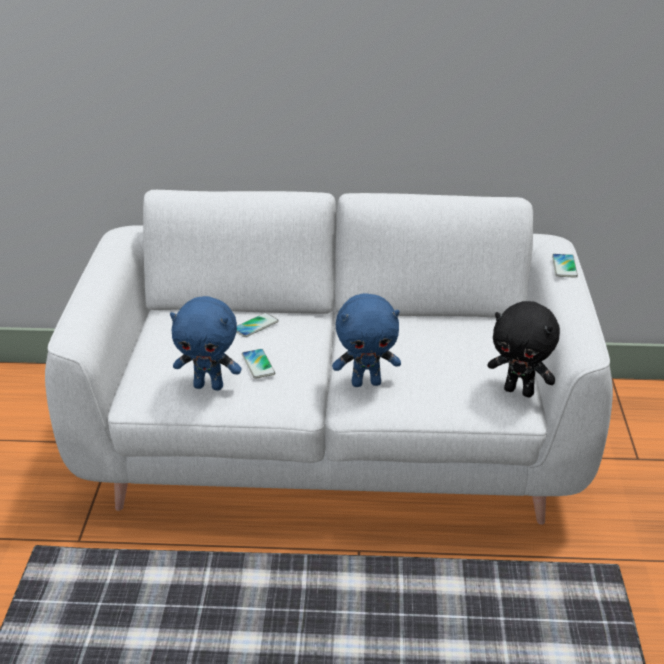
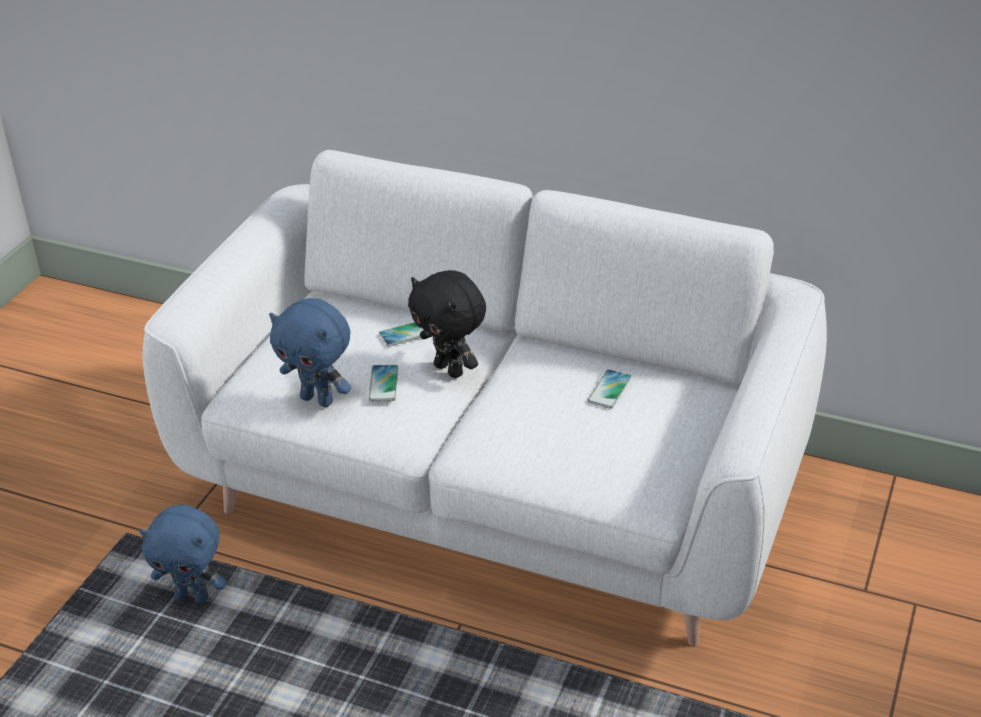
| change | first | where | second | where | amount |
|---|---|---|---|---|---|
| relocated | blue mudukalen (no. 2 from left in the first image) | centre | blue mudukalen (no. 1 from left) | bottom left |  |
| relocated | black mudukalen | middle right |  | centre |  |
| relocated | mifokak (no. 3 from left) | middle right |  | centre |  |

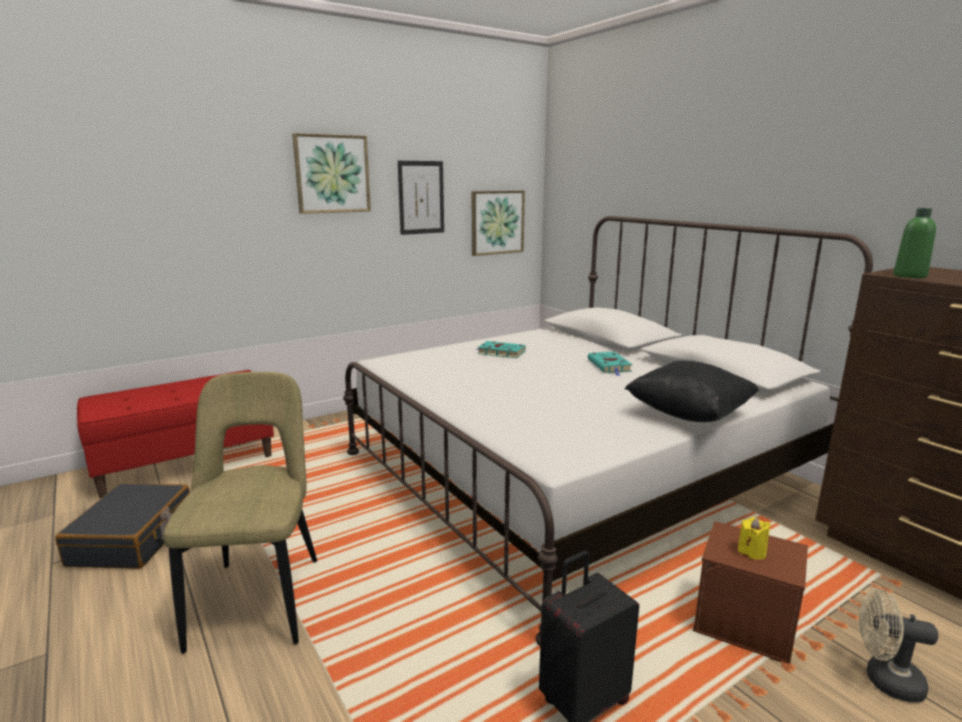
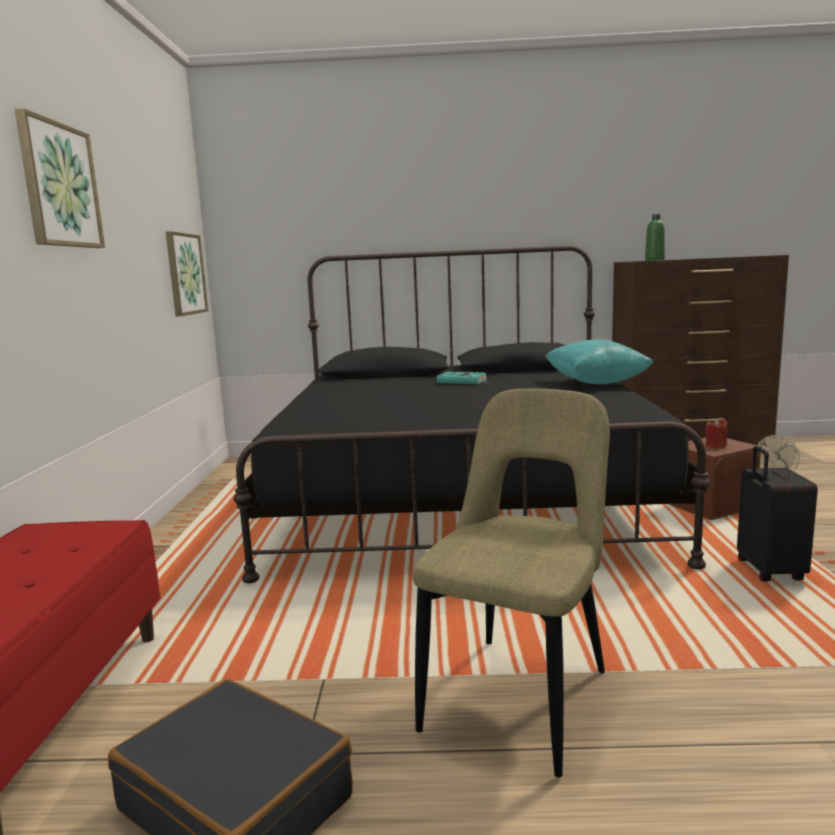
| change | first | where | second | where | amount |
|---|---|---|---|---|---|
| colour | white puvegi | centre | black puvegi | centre |  |
| spun | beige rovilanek | bottom left |  | bottom centre | 90 degrees clockwise |
| colour | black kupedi | middle right | turquoise kupedi | middle right |  |
| colour | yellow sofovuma | bottom right | red sofovuma | middle right |  |
| missing | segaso (no. 2 from left) | top centre |  |  |  |
| missing | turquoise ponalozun (no. 1 from left) | centre |  |  |  |

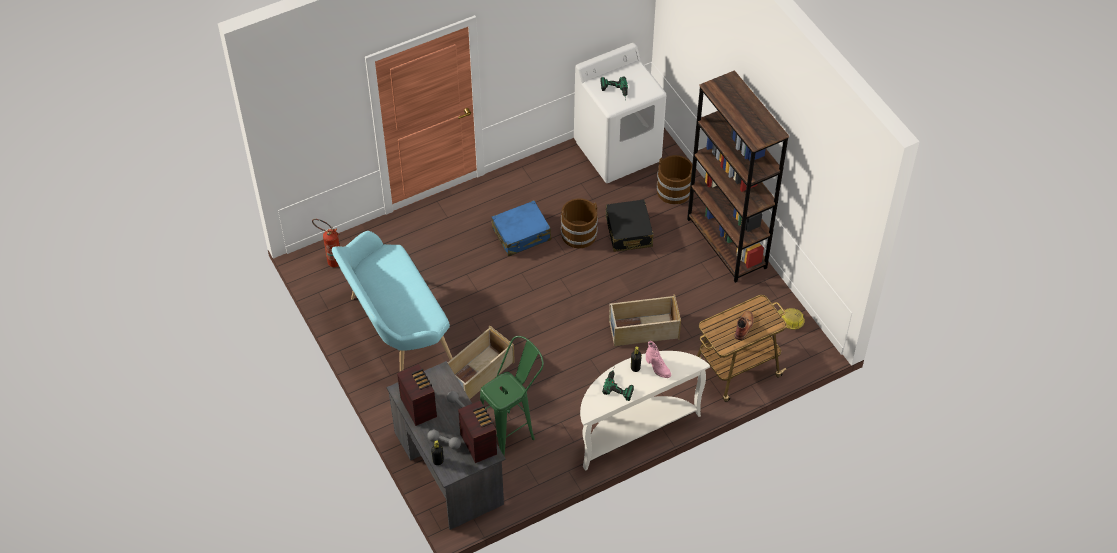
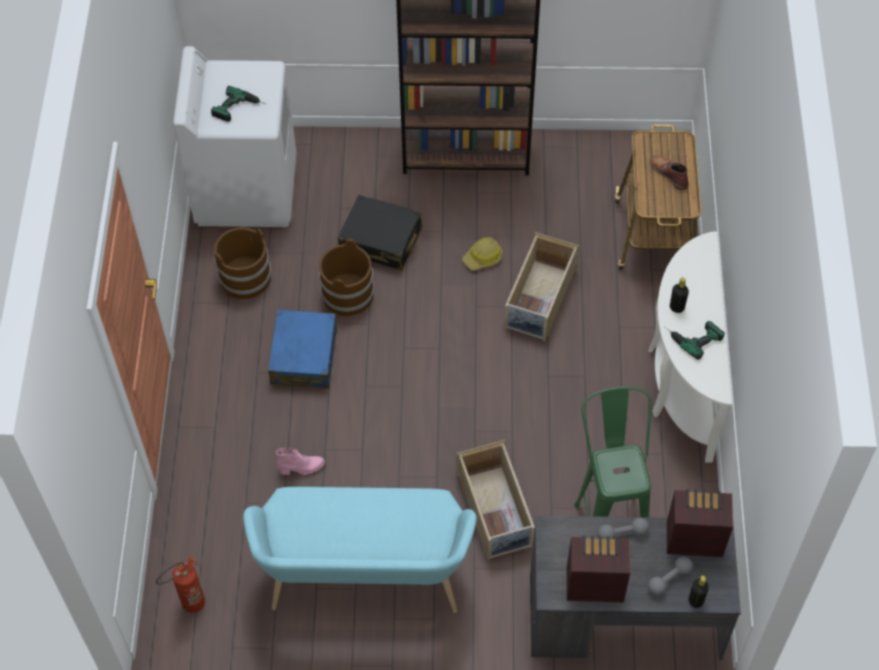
| change | first | where | second | where | amount |
|---|---|---|---|---|---|
| relocated | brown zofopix (no. 2 from left in the first image) | top centre | brown zofopix (no. 1 from left) | middle left |  |
| relocated | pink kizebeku | centre |  | bottom centre |  |
| relocated | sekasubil | middle right |  | centre |  |

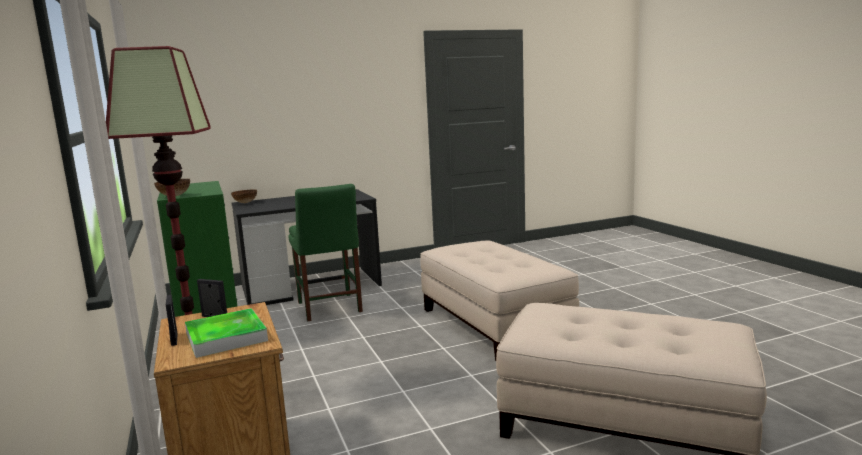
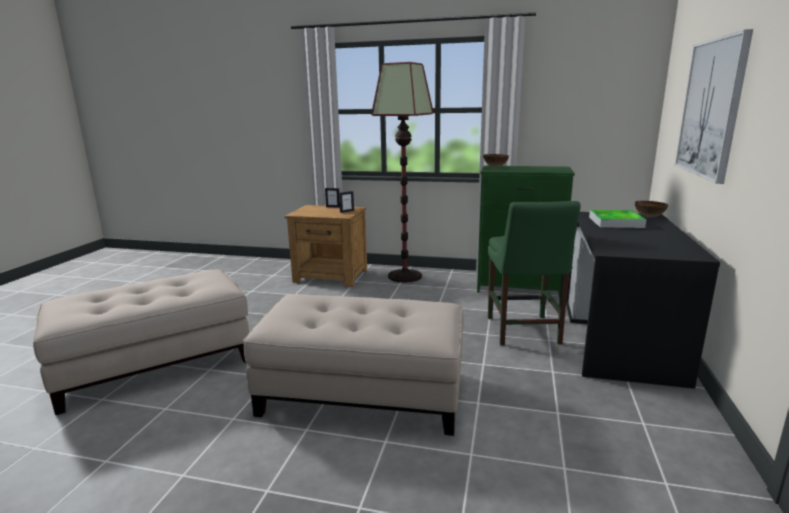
| change | first | where | second | where | amount |
|---|---|---|---|---|---|
| spun | green rovilanek | centre |  | middle right | 105 degrees counterclockwise |
| relocated | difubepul | bottom left |  | middle right |  |
| appeared |  |  | segaso | top right |  |

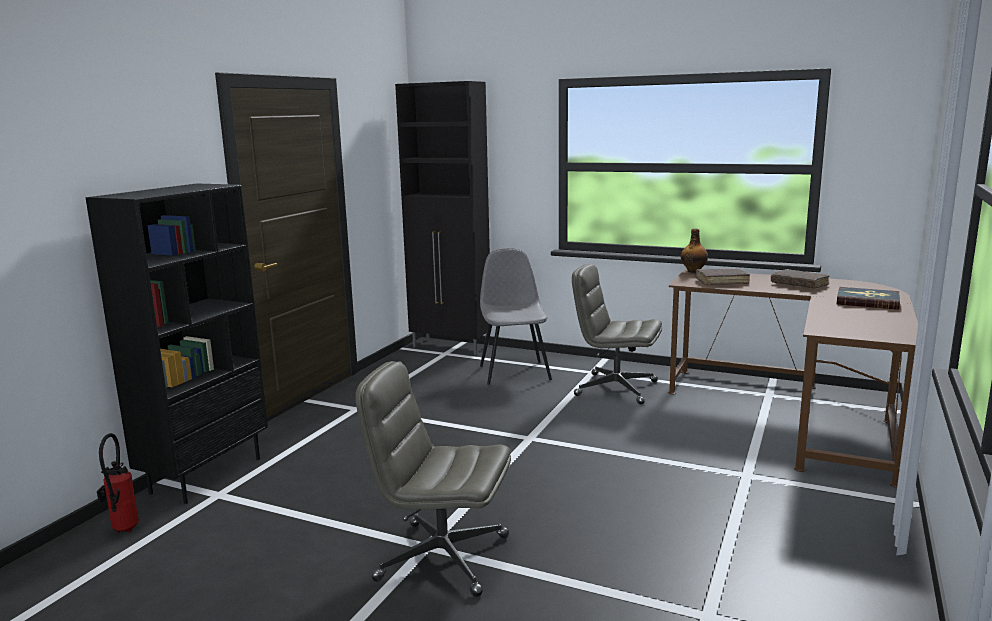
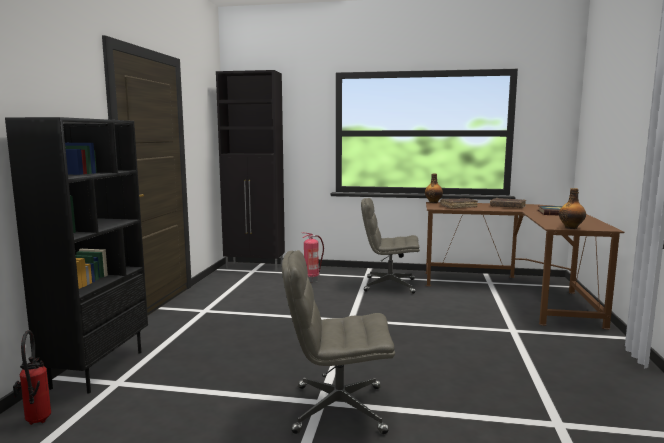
| change | first | where | second | where | amount |
|---|---|---|---|---|---|
| exchanged | grey rovilanek | centre | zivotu (no. 2 from left) | centre |  |
| appeared |  |  | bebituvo (no. 2 from left) | middle right |  |

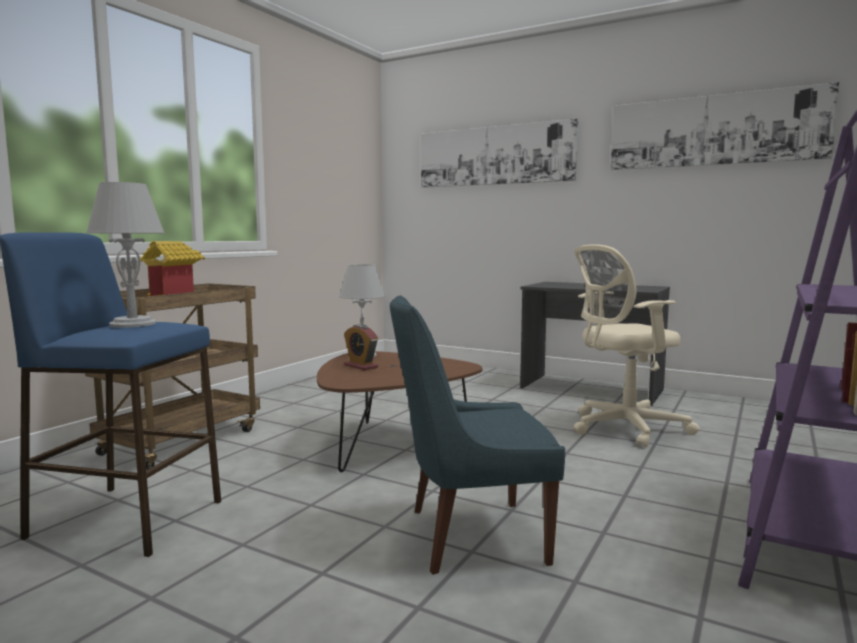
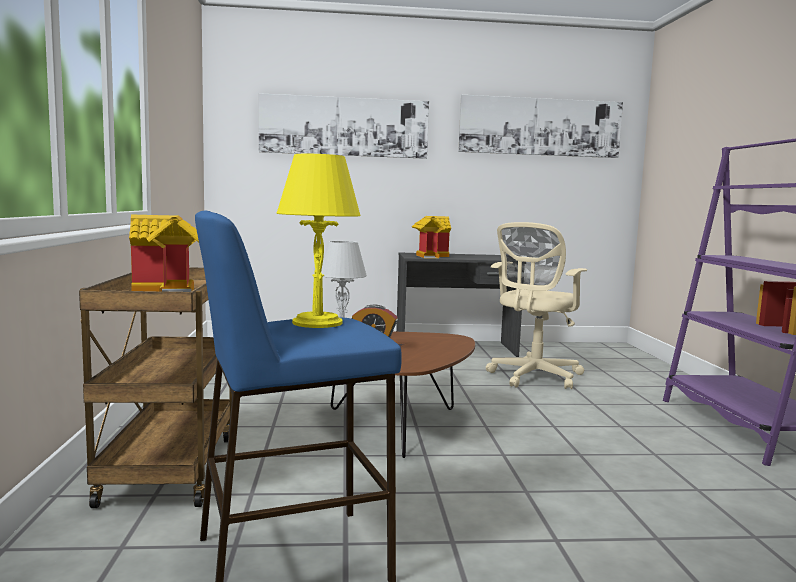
| change | first | where | second | where | amount |
|---|---|---|---|---|---|
| colour | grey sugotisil (no. 1 from left) | middle left | yellow sugotisil | centre |  |
| appeared |  |  | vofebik (no. 2 from left) | centre |  |
| missing | blue rovilanek | bottom centre |  |  |  |

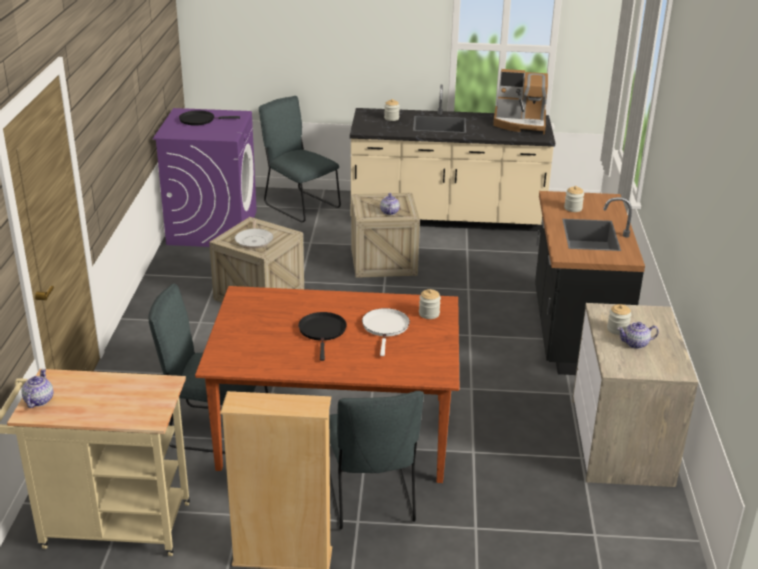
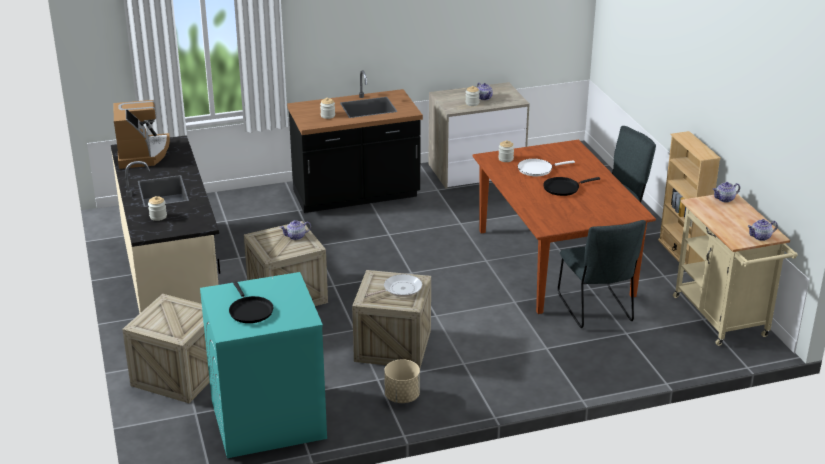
| change | first | where | second | where | amount |
|---|---|---|---|---|---|
| exchanged | grey rovilanek (no. 2 from left) | top centre | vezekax (no. 1 from left) | bottom left |  |
| colour | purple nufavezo | top left | turquoise nufavezo | bottom left |  |
| appeared |  |  | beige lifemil | bottom centre |  |
| appeared |  |  | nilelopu (no. 3 from left) | middle right |  |

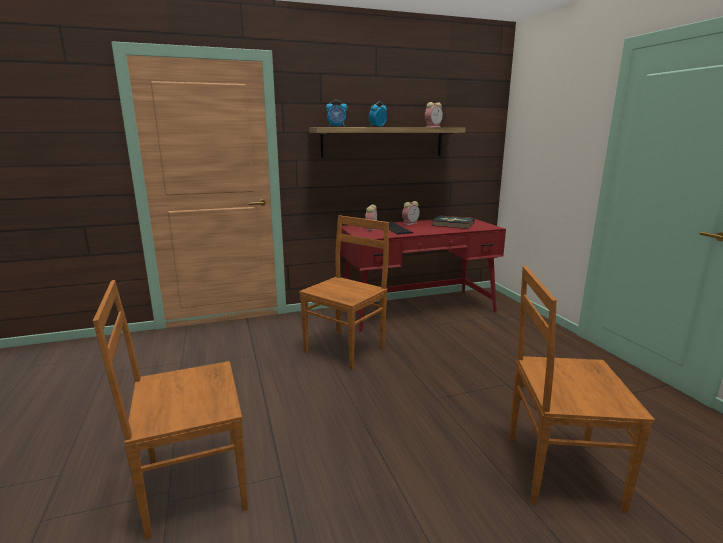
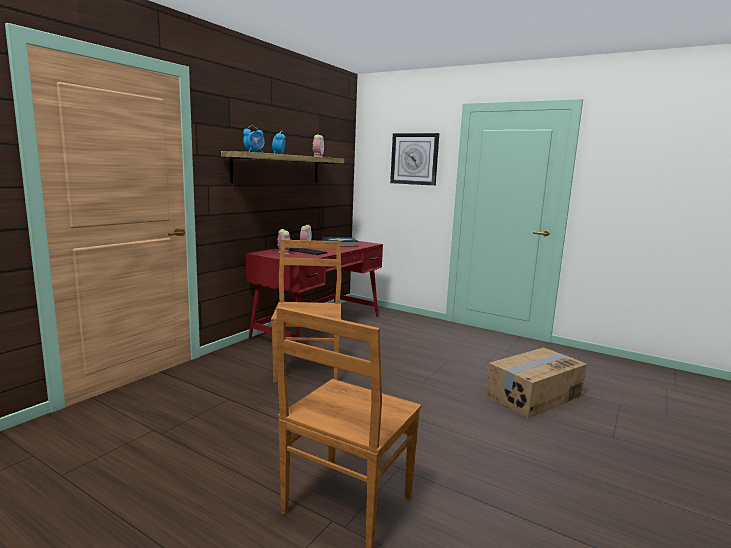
| change | first | where | second | where | amount |
|---|---|---|---|---|---|
| appeared |  |  | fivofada | top centre |  |
| exchanged | brown rovilanek (no. 3 from left) | bottom right | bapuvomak | bottom right |  |

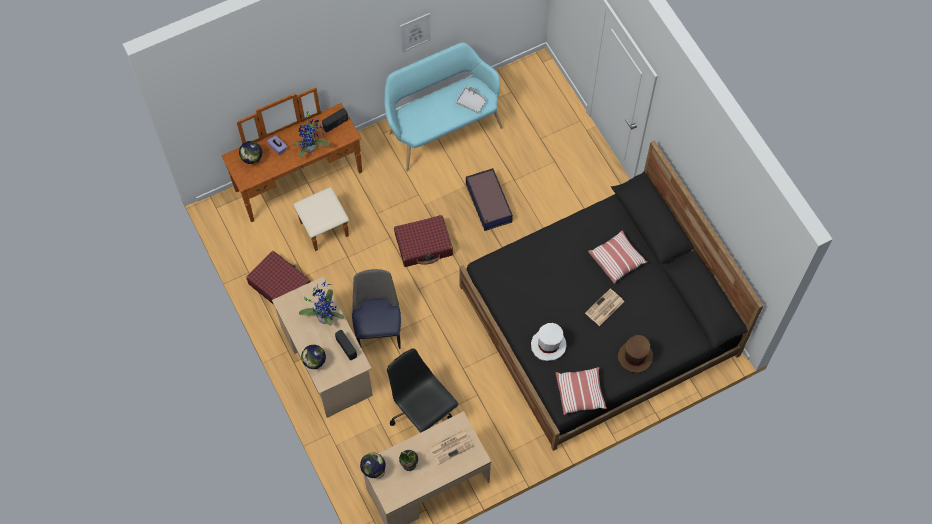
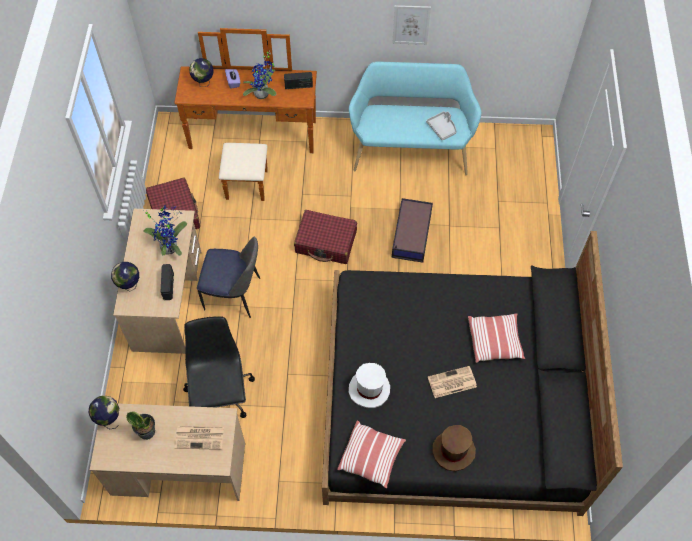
| change | first | where | second | where | amount |
|---|---|---|---|---|---|
| spun | rovilanek | centre |  | middle left | 75 degrees clockwise |

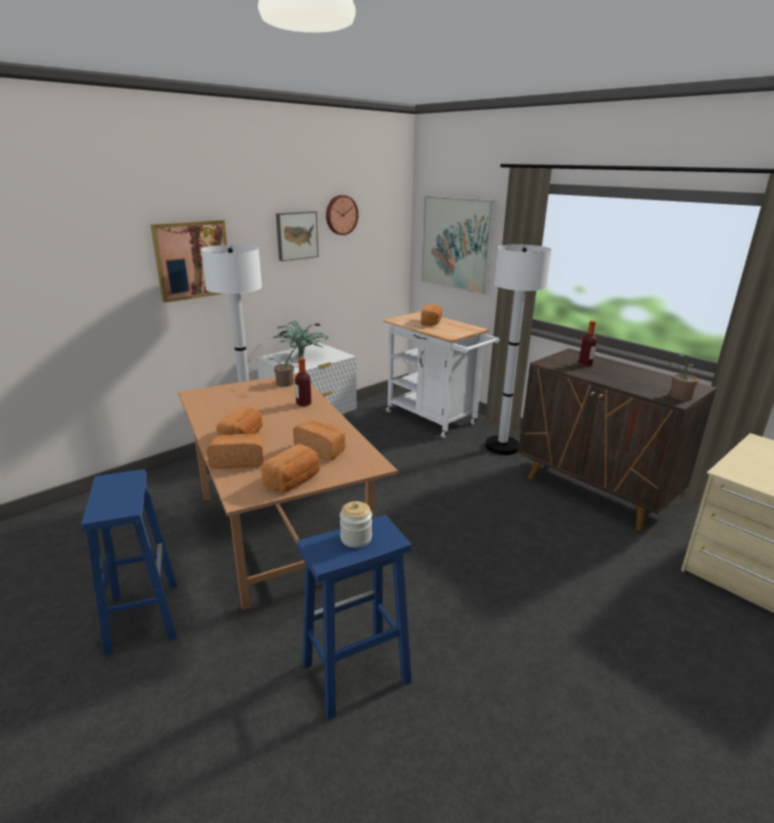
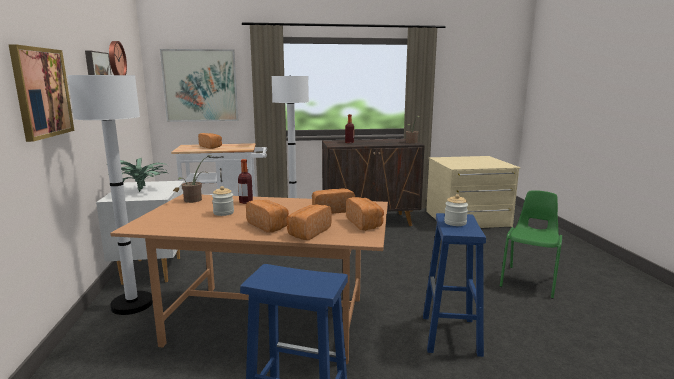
| change | first | where | second | where | amount |
|---|---|---|---|---|---|
| appeared |  |  | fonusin (no. 1 from left) | middle left |  |
| appeared |  |  | green rovilanek | middle right |  |

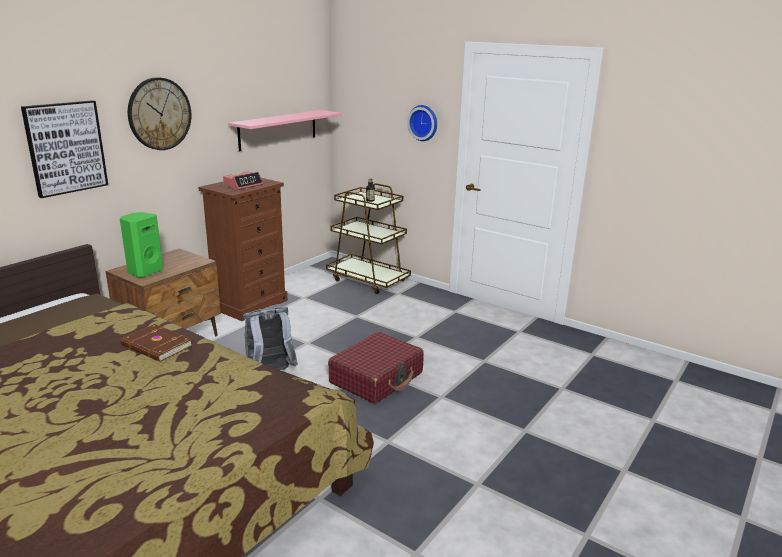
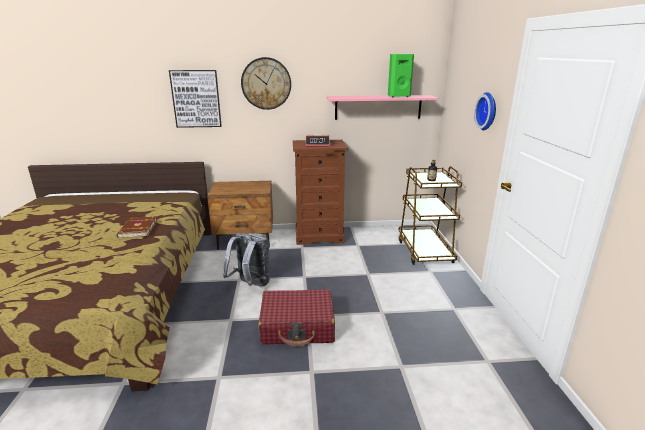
| change | first | where | second | where | amount |
|---|---|---|---|---|---|
| relocated | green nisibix | middle left |  | top centre |  |

